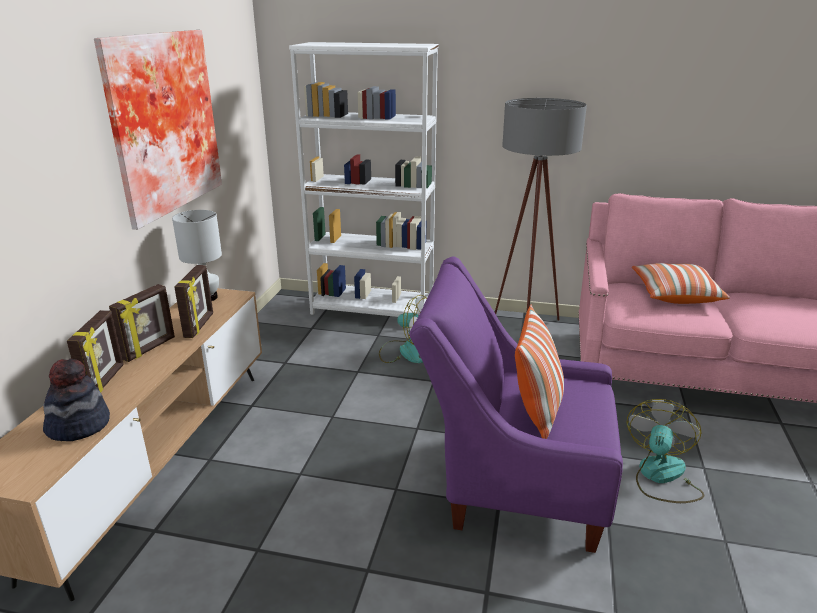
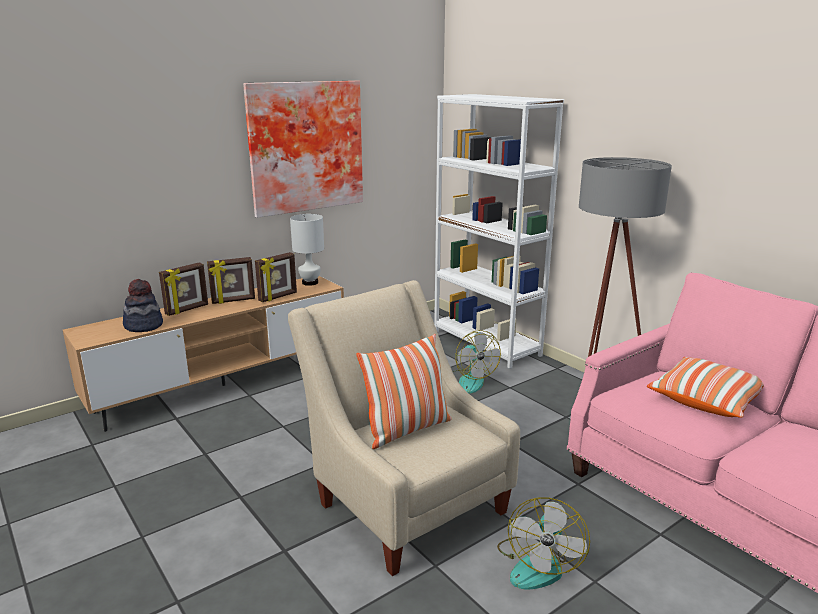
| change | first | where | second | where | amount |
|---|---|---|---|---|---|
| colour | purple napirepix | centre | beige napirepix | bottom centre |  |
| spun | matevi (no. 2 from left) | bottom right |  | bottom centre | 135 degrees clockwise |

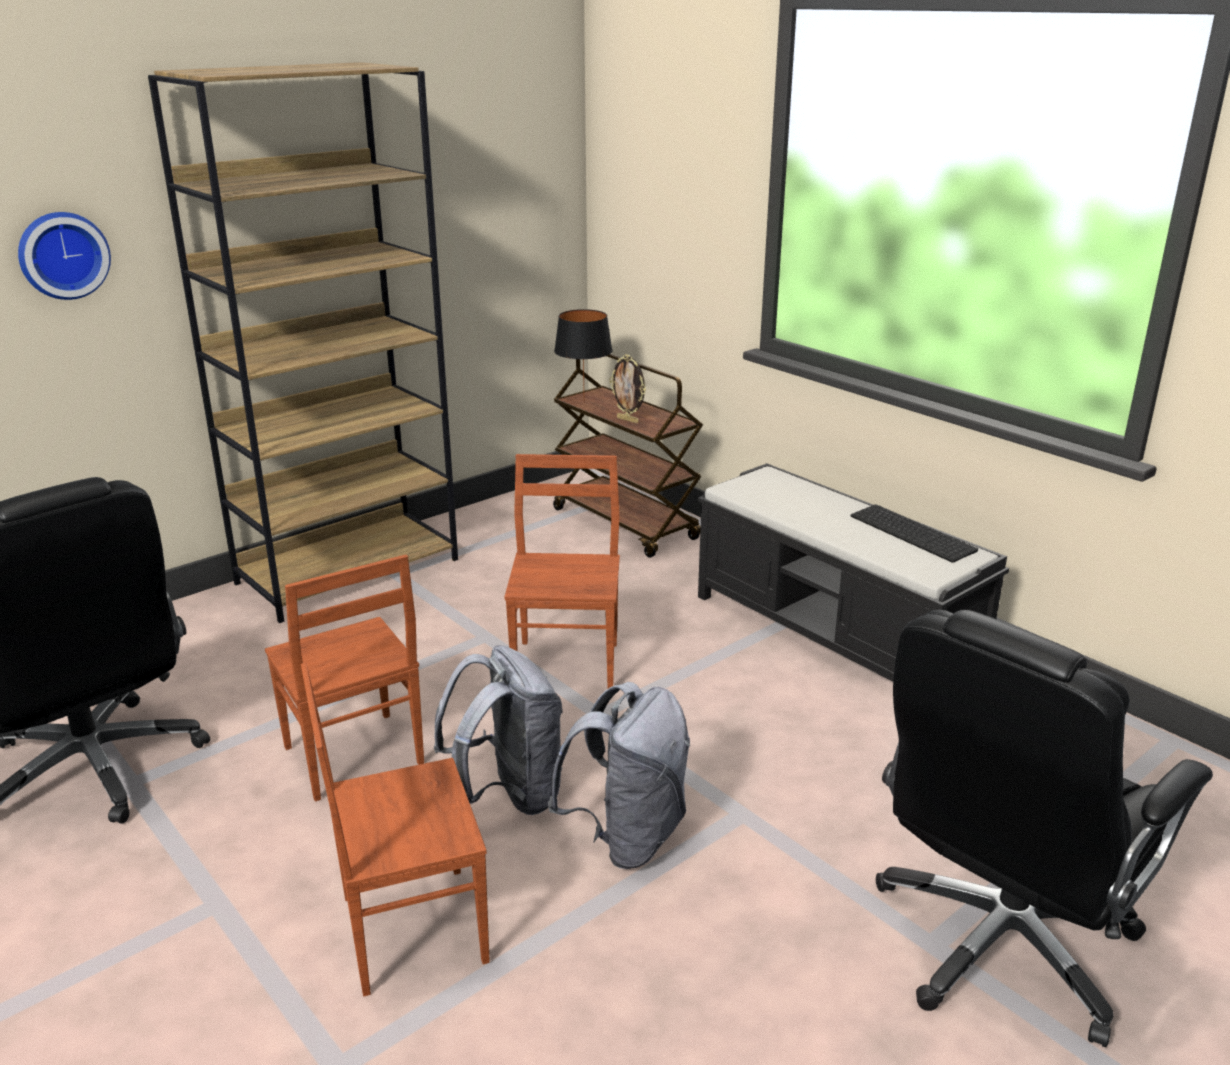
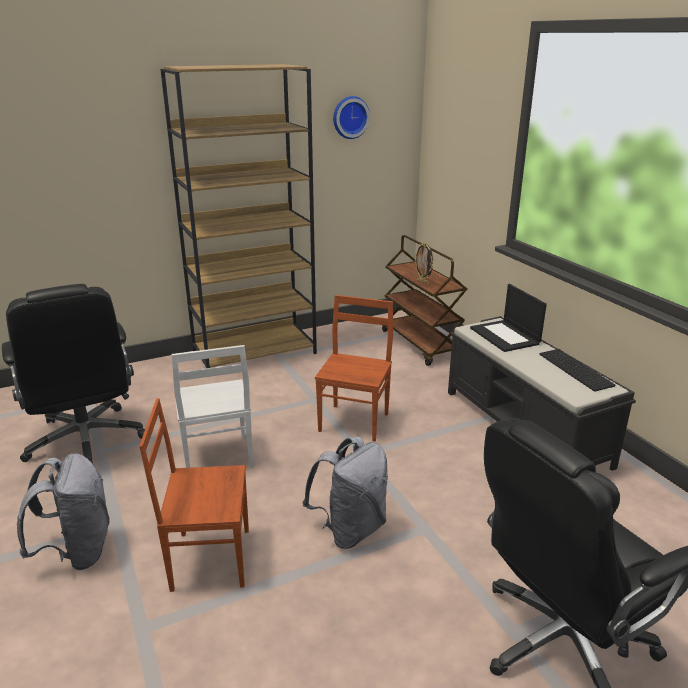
| change | first | where | second | where | amount |
|---|---|---|---|---|---|
| relocated | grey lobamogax (no. 1 from left) | bottom centre |  | bottom left |  |
| colour | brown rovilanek (no. 1 from left) | middle left | white rovilanek | middle left |  |
| relocated | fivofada | top left |  | top centre |  |
| appeared |  |  | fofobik | middle right |  |
| missing | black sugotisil | top centre |  |  |  |

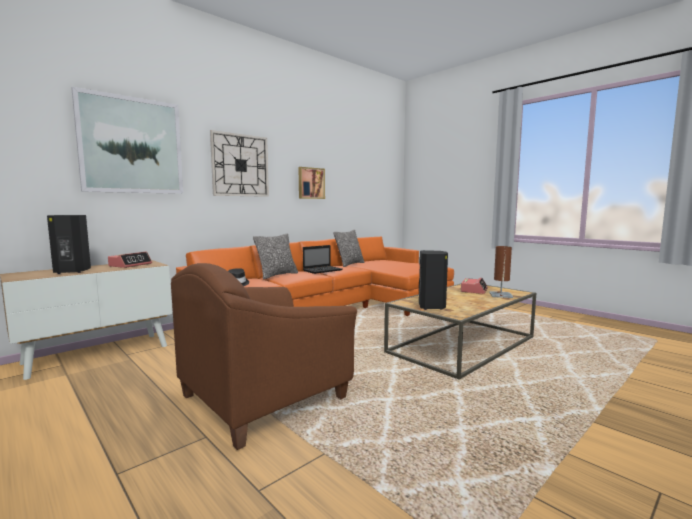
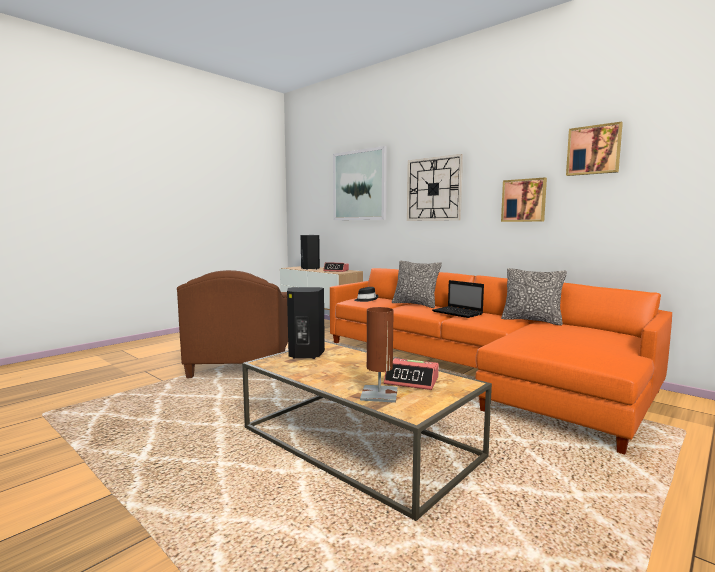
| change | first | where | second | where | amount |
|---|---|---|---|---|---|
| spun | brown napirepix | bottom centre |  | middle left | 135 degrees counterclockwise |
| appeared |  |  | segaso (no. 3 from left) | top right |  |

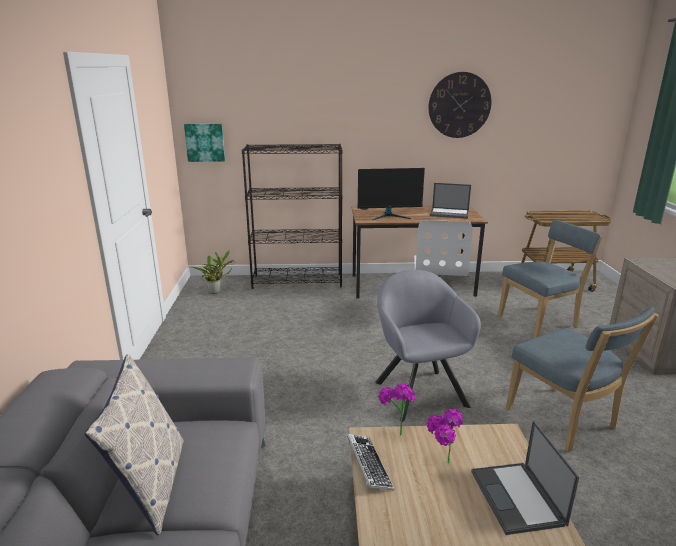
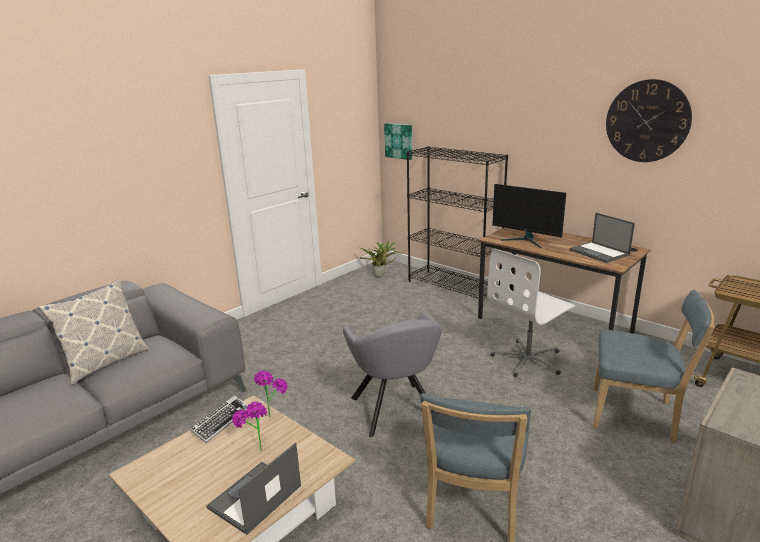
| change | first | where | second | where | amount |
|---|---|---|---|---|---|
| spun | grey napirepix | centre |  | bottom centre | 135 degrees clockwise |

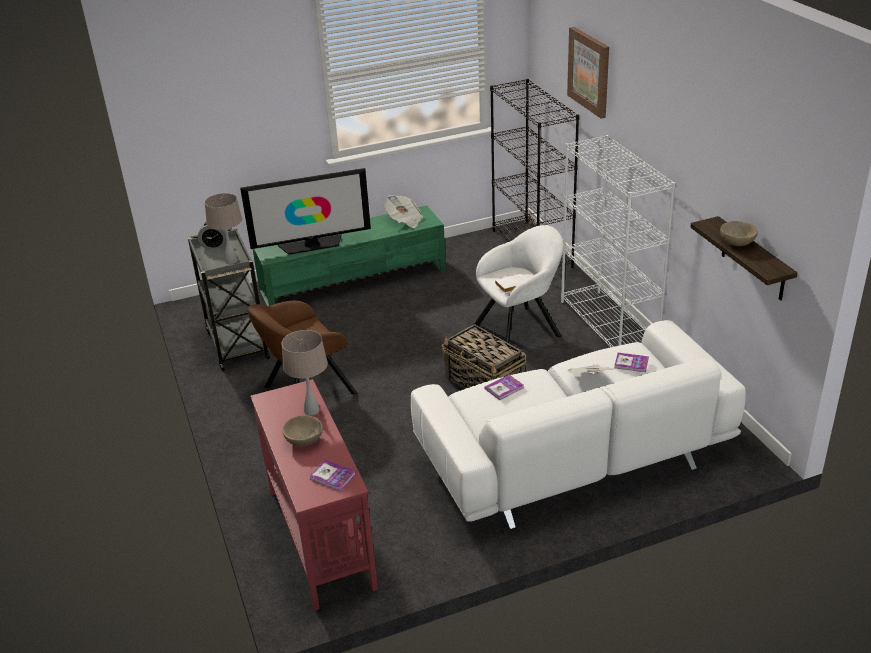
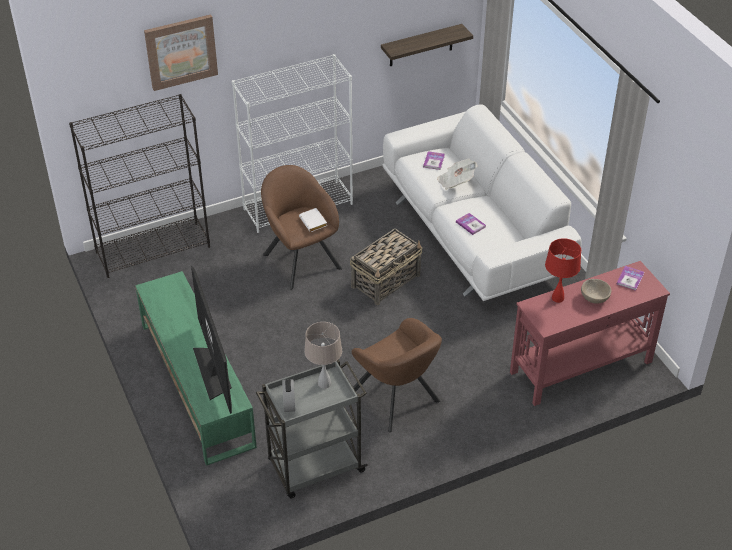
| change | first | where | second | where | amount |
|---|---|---|---|---|---|
| colour | white napirepix | centre | brown napirepix (no. 1 from left) | centre |  |
| colour | beige sugotisil (no. 2 from left) | centre | red sugotisil | middle right |  |
| missing | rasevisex (no. 1 from left) | top centre |  |  |  |
| missing | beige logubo (no. 2 from left) | middle right |  |  |  |

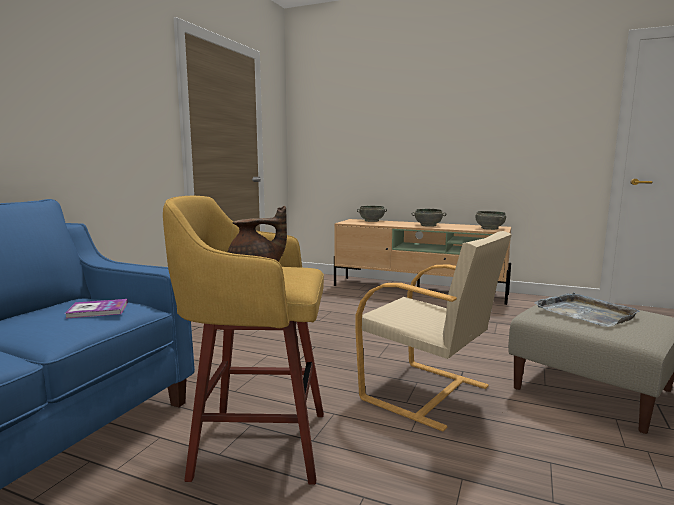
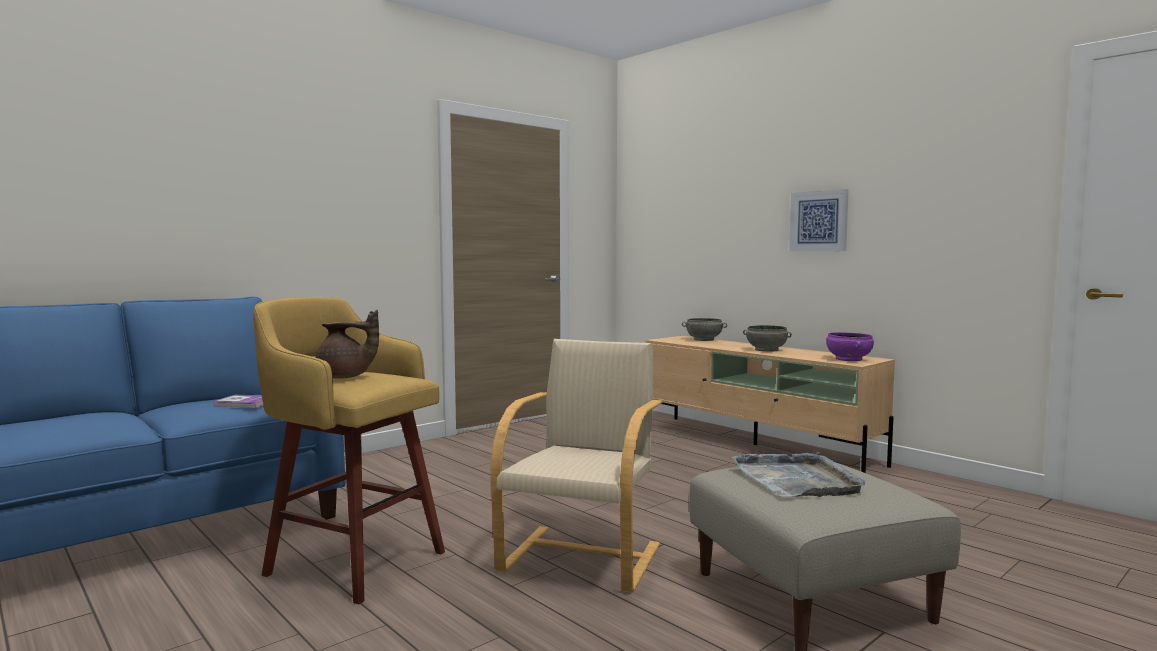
| change | first | where | second | where | amount |
|---|---|---|---|---|---|
| spun | beige napirepix | centre |  | bottom centre | 135 degrees counterclockwise |
| appeared |  |  | segaso | middle right |  |
| colour | grey logubo (no. 3 from left) | middle right | purple logubo | middle right |  |

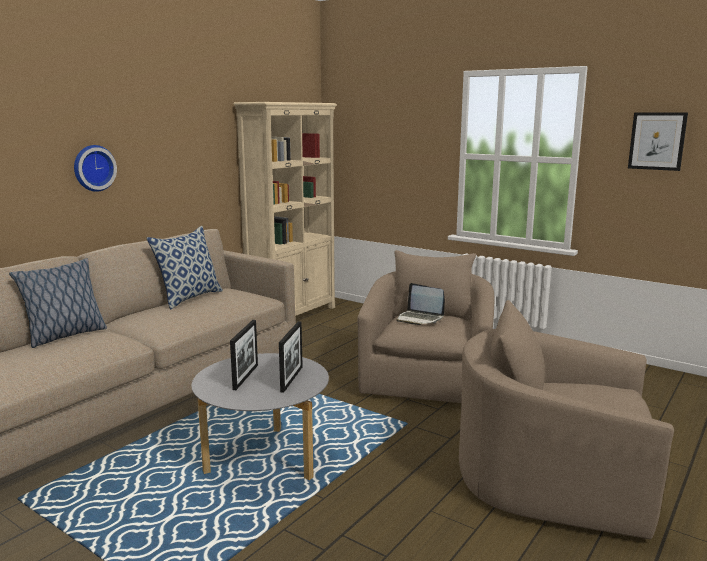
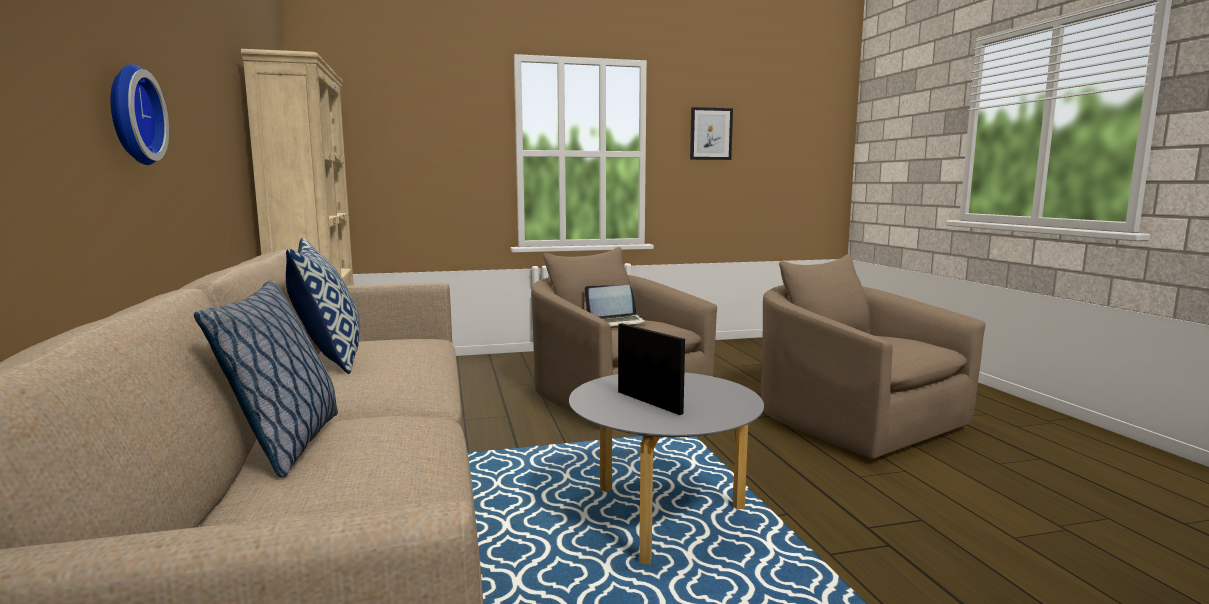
| change | first | where | second | where | amount |
|---|---|---|---|---|---|
| spun | beige napirepix (no. 2 from left) | bottom right |  | middle right | 90 degrees clockwise |
| missing | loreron (no. 2 from left) | centre |  |  |  |

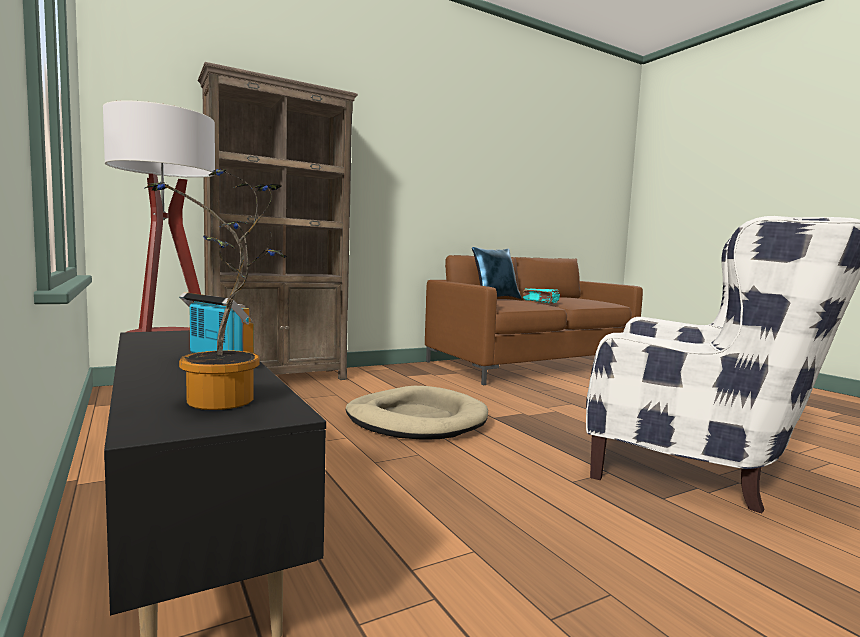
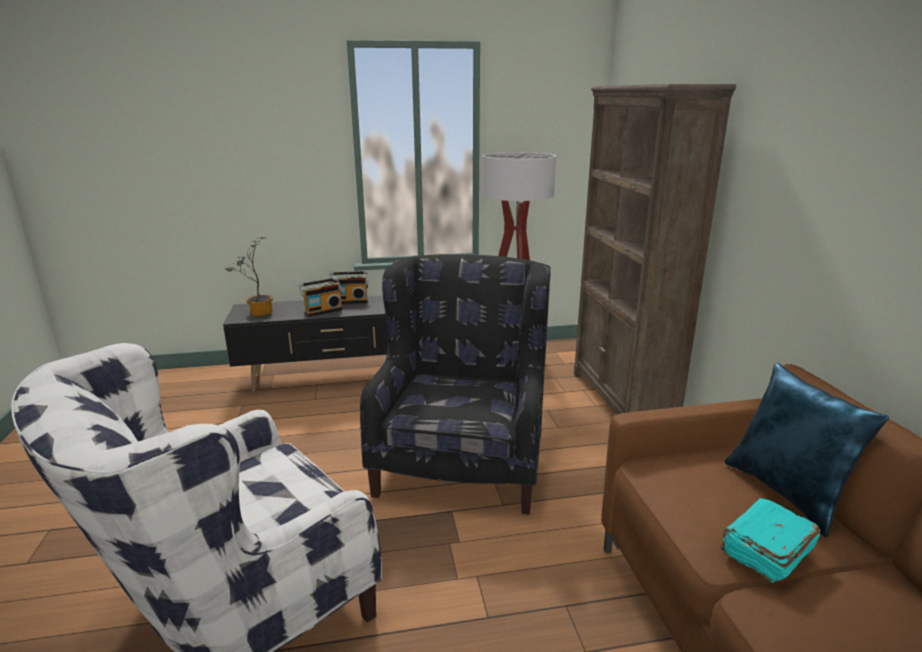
| change | first | where | second | where | amount |
|---|---|---|---|---|---|
| appeared |  |  | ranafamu (no. 2 from left) | centre |  |
| exchanged | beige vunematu | centre | black napirepix | centre |  |

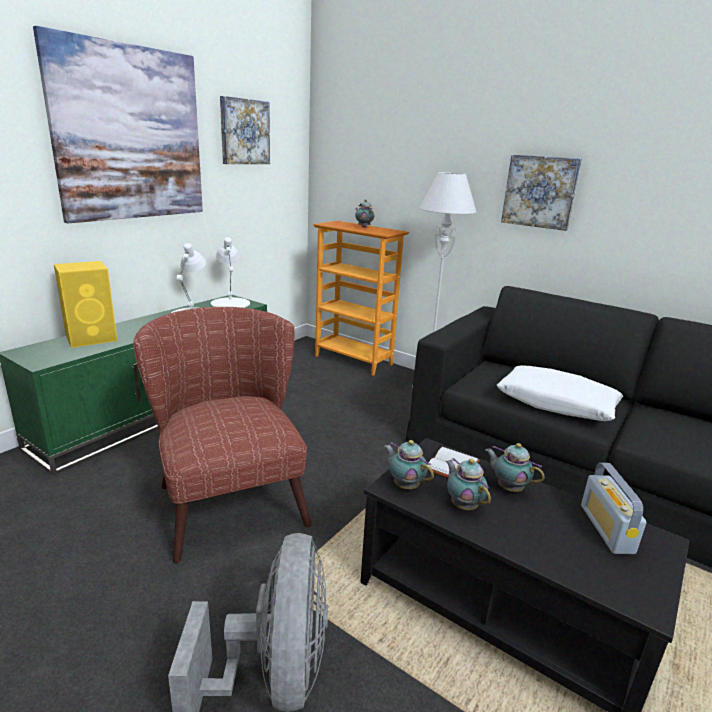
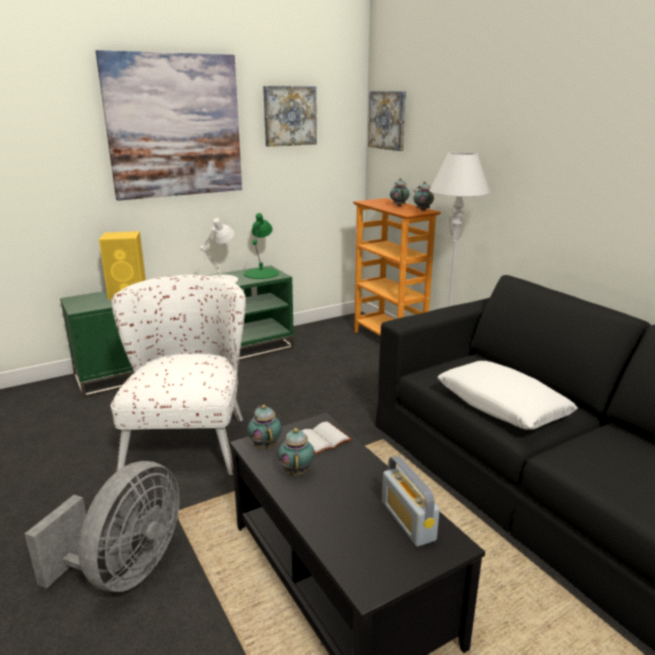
| change | first | where | second | where | amount |
|---|---|---|---|---|---|
| colour | brown napirepix | middle left | white napirepix | middle left |  |
| colour | white sugotisil (no. 2 from left) | middle left | green sugotisil | centre |  |
| relocated | segaso (no. 3 from left) | top right |  | top centre |  |
| spun | ranafamu | bottom right |  | bottom centre | 45 degrees counterclockwise |
| relocated | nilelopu (no. 4 from left) | middle right |  | top centre |  |

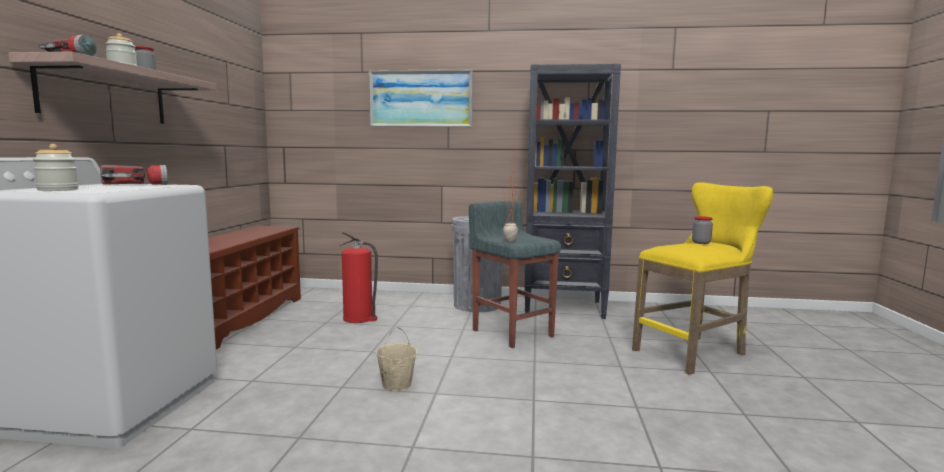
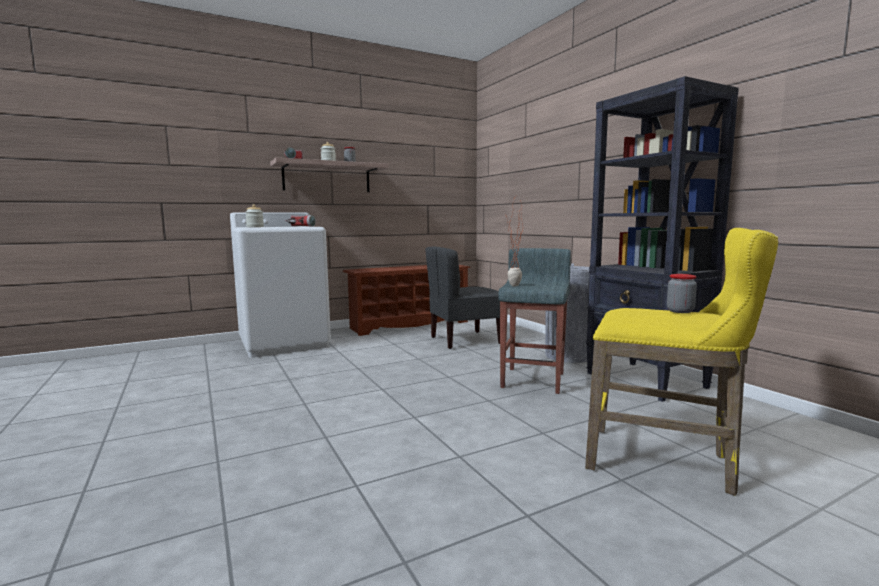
| change | first | where | second | where | amount |
|---|---|---|---|---|---|
| exchanged | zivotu | centre | grey rovilanek | centre |  |
| missing | segaso | top centre |  |  |  |
| missing | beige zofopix | bottom centre |  |  |  |

